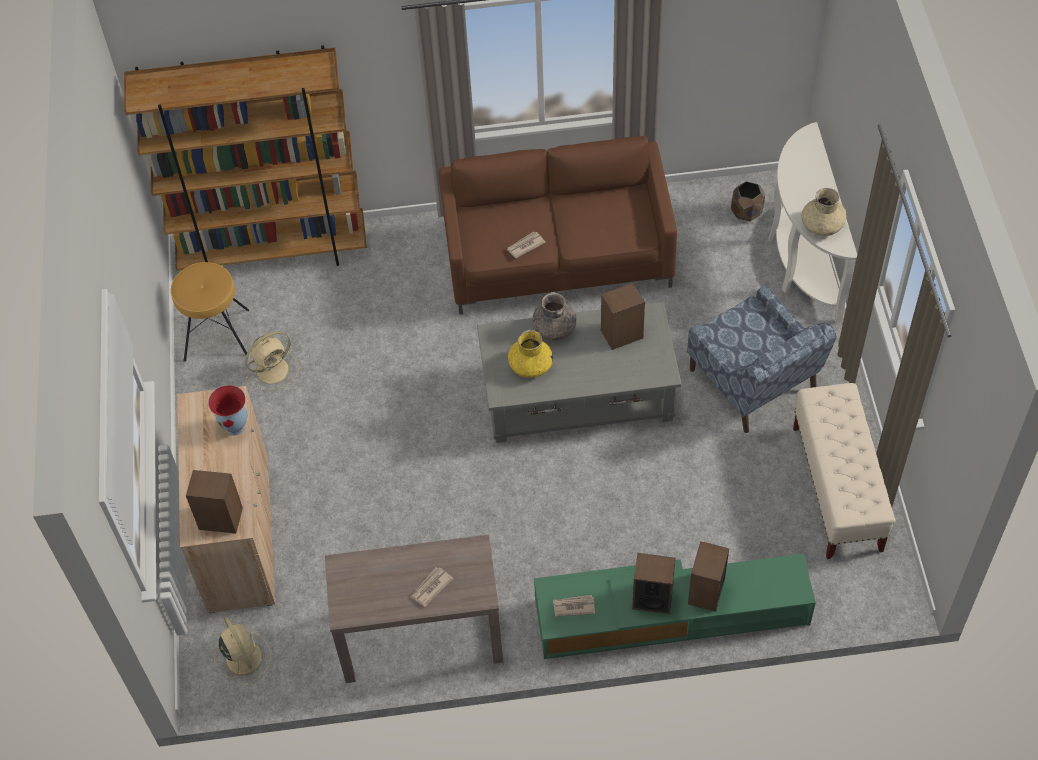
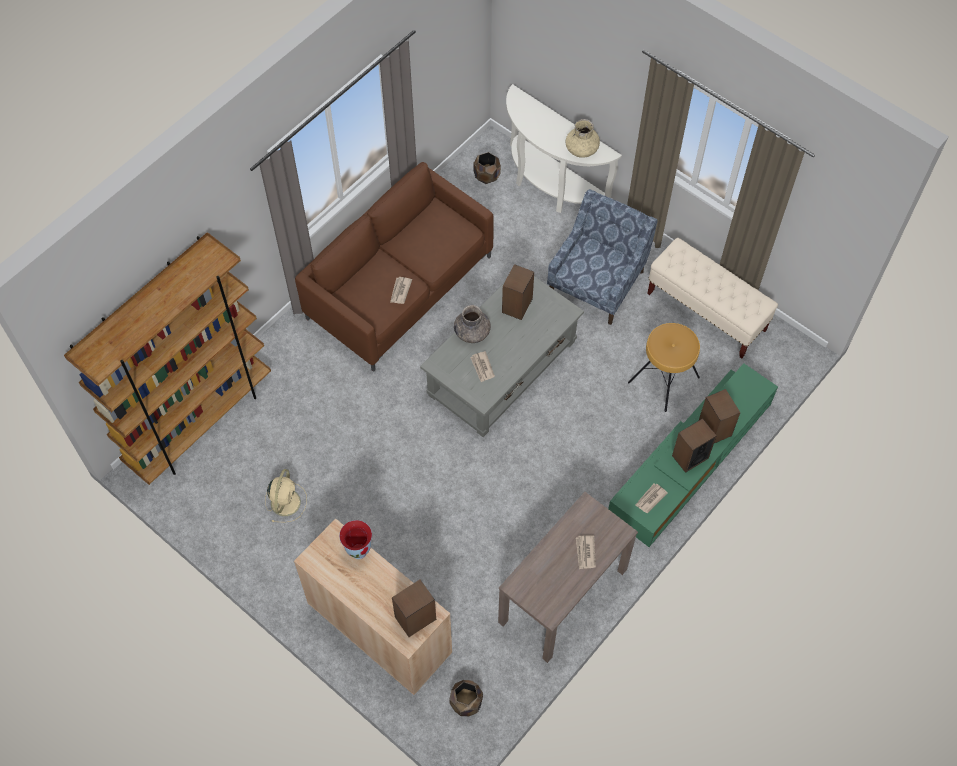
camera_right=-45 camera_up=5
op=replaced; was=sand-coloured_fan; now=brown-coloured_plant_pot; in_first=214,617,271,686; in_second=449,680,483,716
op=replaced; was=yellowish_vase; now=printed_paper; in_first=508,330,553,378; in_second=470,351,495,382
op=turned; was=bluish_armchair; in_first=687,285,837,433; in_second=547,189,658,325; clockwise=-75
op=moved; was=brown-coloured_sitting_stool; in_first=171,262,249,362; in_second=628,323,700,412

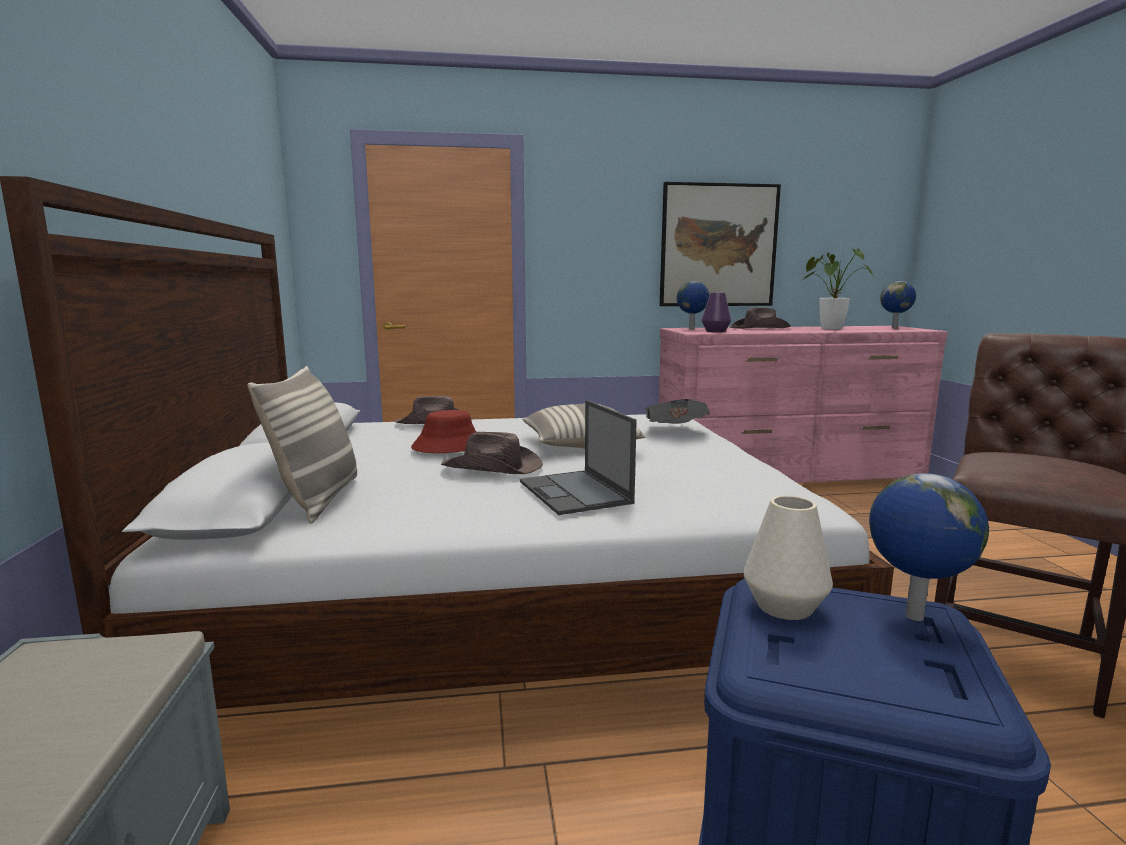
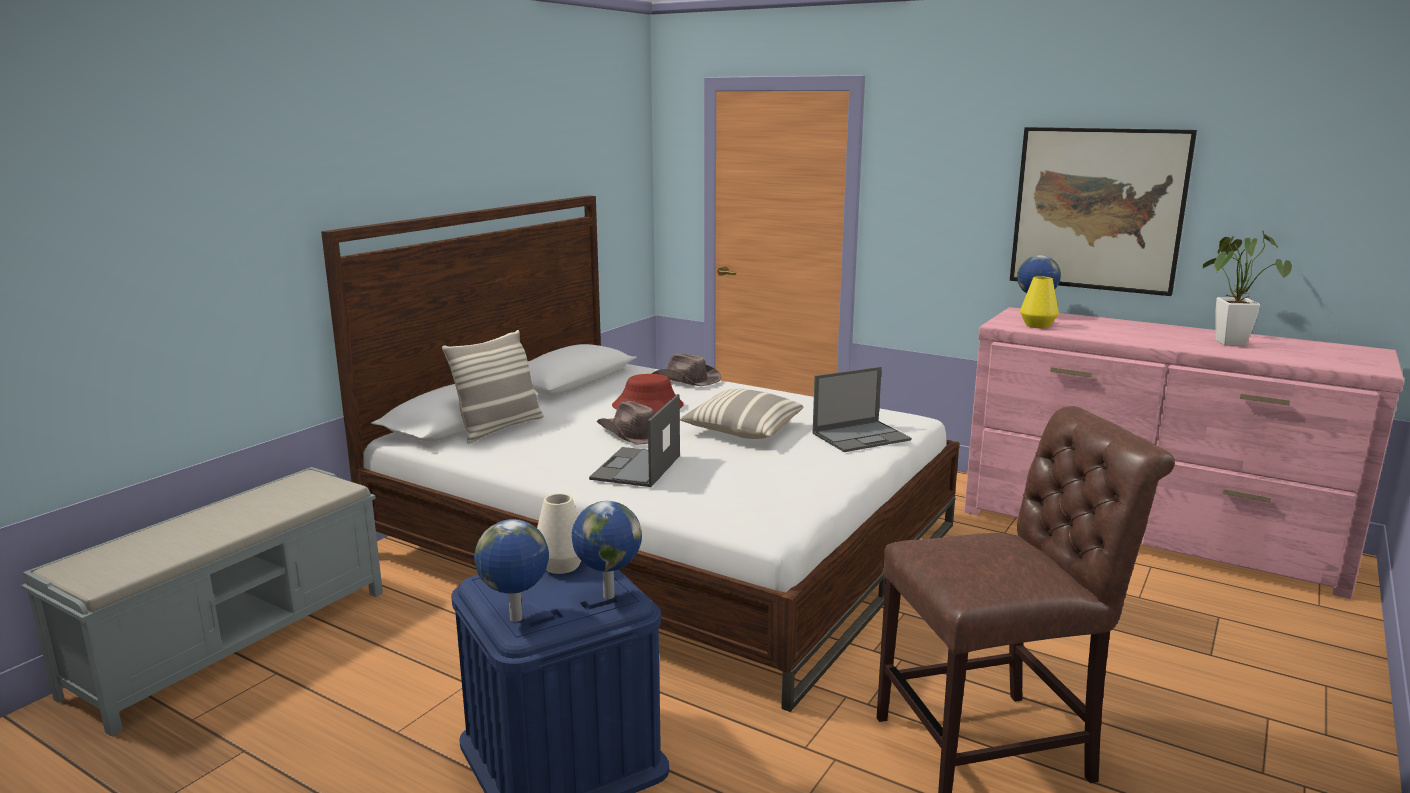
camera_right=40 camera_up=5
op=moved; was=desk_globe; in_first=880,281,916,329; in_second=474,519,549,622
op=replaced; was=printed_paper; now=laptop; in_first=645,399,710,424; in_second=812,367,912,452
op=recoloured; was=purple_vase; now=yellowish_vase; in_first=702,293,731,332; in_second=1020,276,1059,328
op=removed; was=brown-coloured_clothing_hat; in_first=730,307,790,329

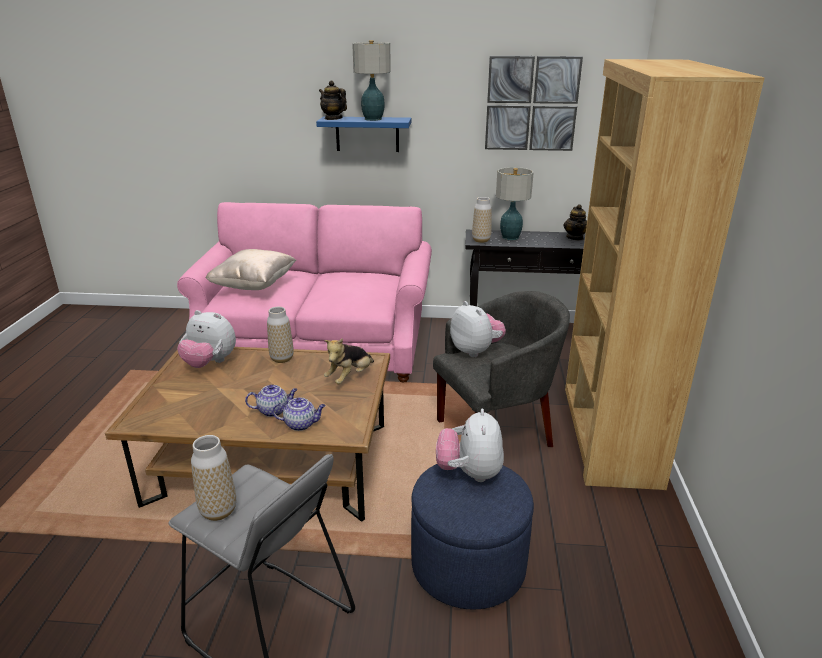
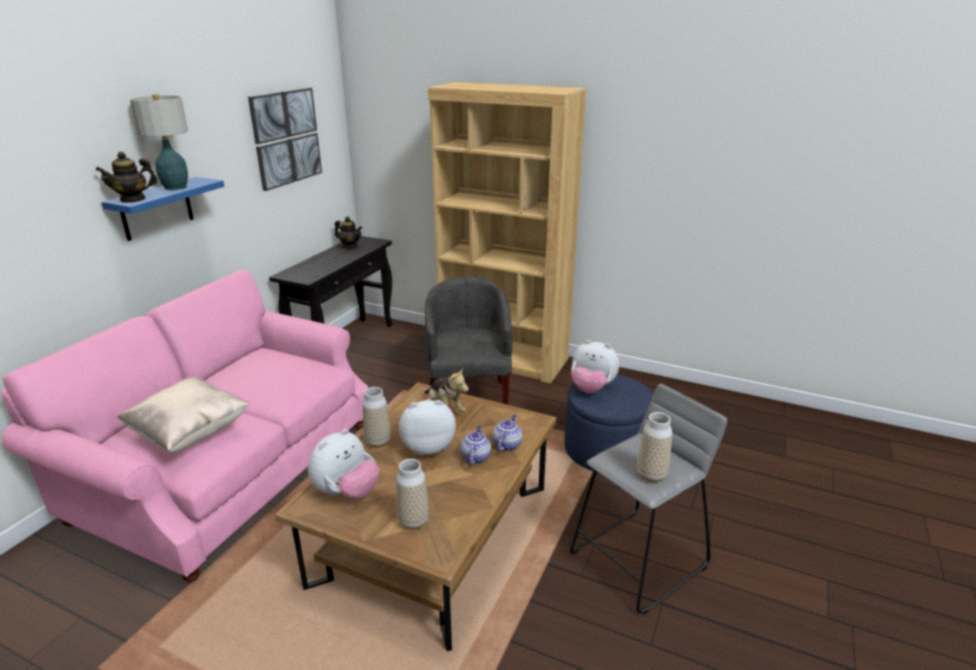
camera_right=-70 camera_up=0
op=moved; was=vase; in_first=472,197,492,243; in_second=396,459,429,530
op=moved; was=cuddly_toy; in_first=450,301,506,357; in_second=399,400,456,455
op=removed; was=tabletop_lamp; in_first=496,167,534,240

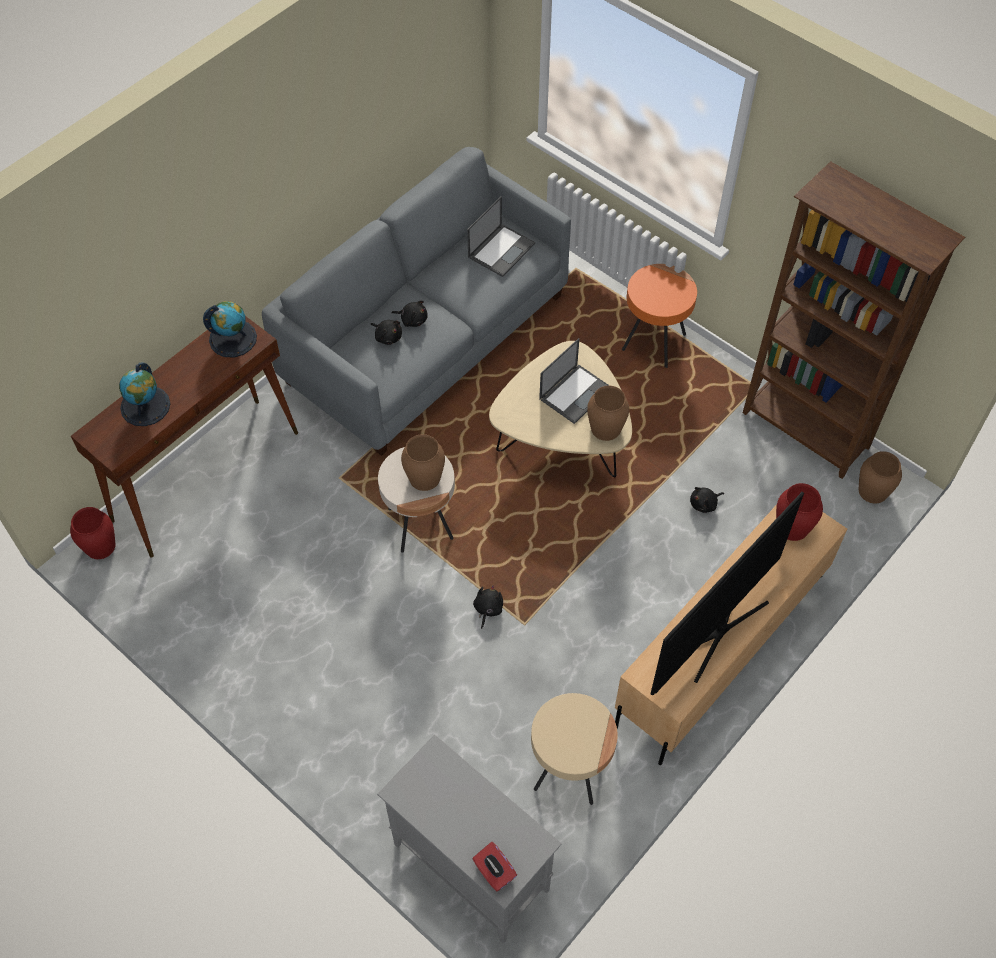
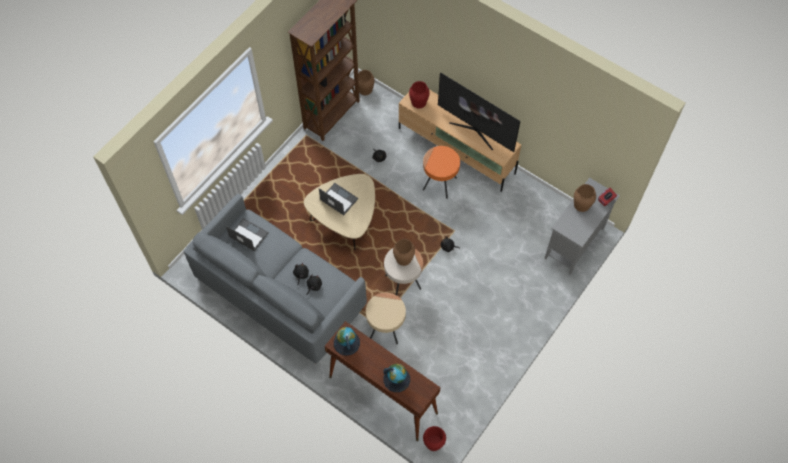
camera_right=-95 camera_up=5
op=moved; was=sand-coloured_side_table; in_first=531,693,618,805; in_second=366,293,406,344
op=moved; was=orangey_side_table; in_first=622,264,697,368; in_second=423,146,460,199
op=moved; was=brown-coloured_vase; in_first=587,386,629,441; in_second=574,184,596,212

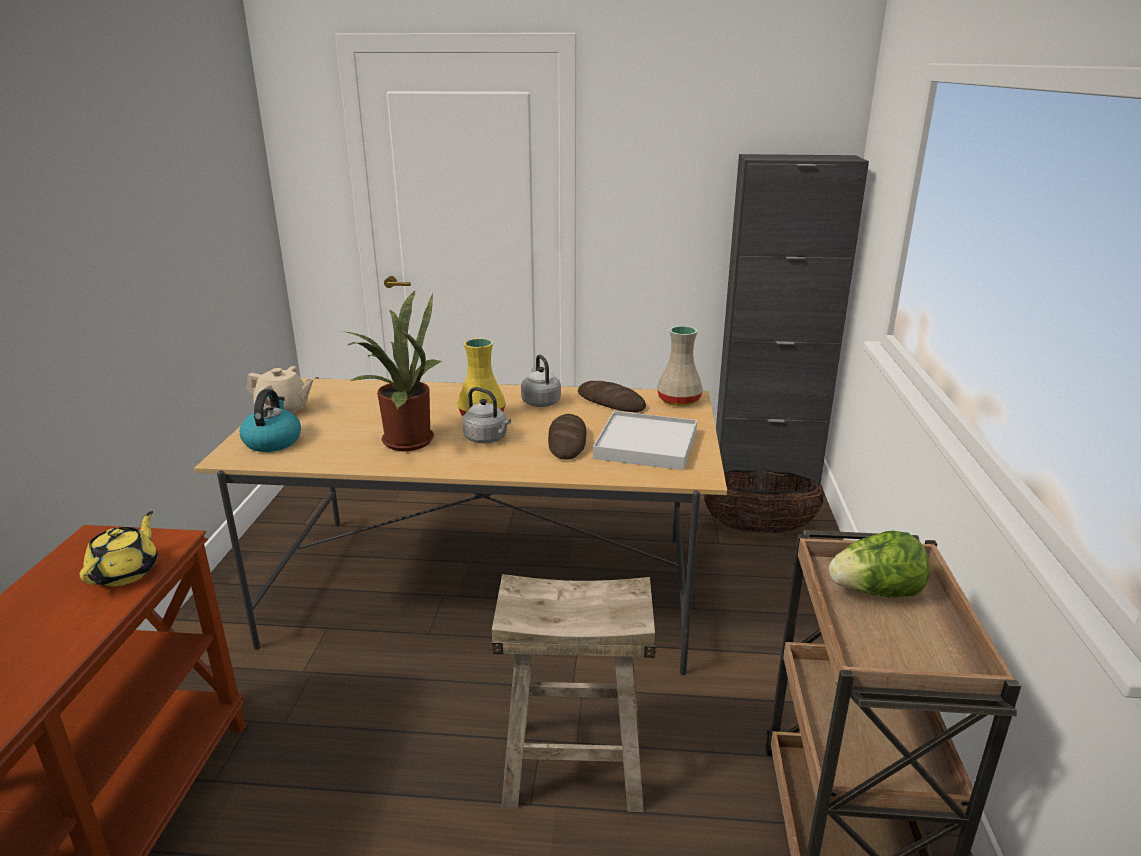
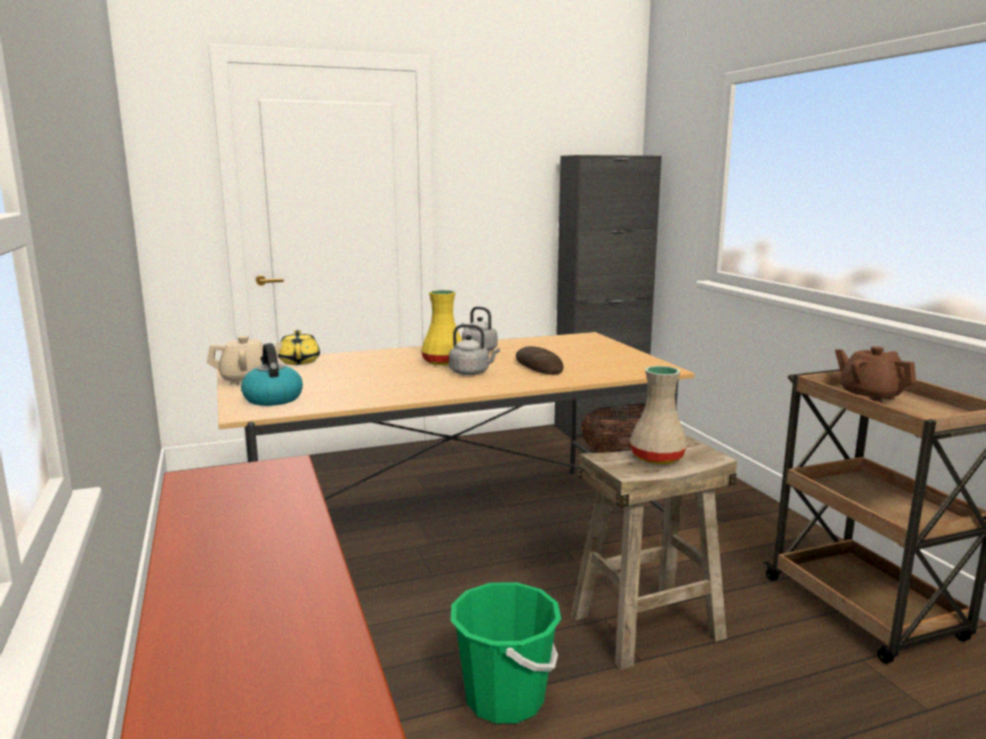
camera_right=-25 camera_up=-10
op=moved; was=yellowish_pot_for_tea; in_first=79,511,158,586; in_second=278,330,320,365
op=added; now=green-coloured_pail; in_second=451,582,561,724
op=moved; was=sand-coloured_vase; in_first=657,326,703,406; in_second=630,366,687,464
op=replaced; was=lettuce; now=brown-coloured_pot_for_tea; in_first=829,531,930,598; in_second=835,346,916,403
op=removed; was=houseplant; in_first=343,290,442,451
op=removed; was=bakery_bread; in_first=578,381,646,412
op=removed; was=whitish_carrying_tray; in_first=593,411,697,470

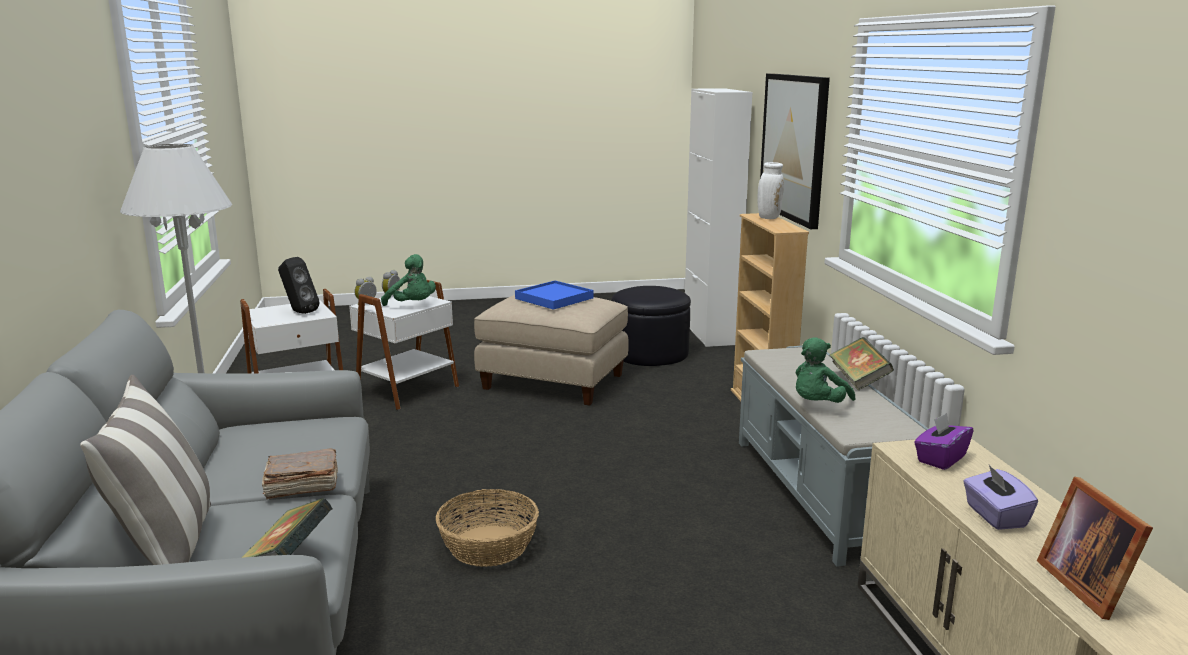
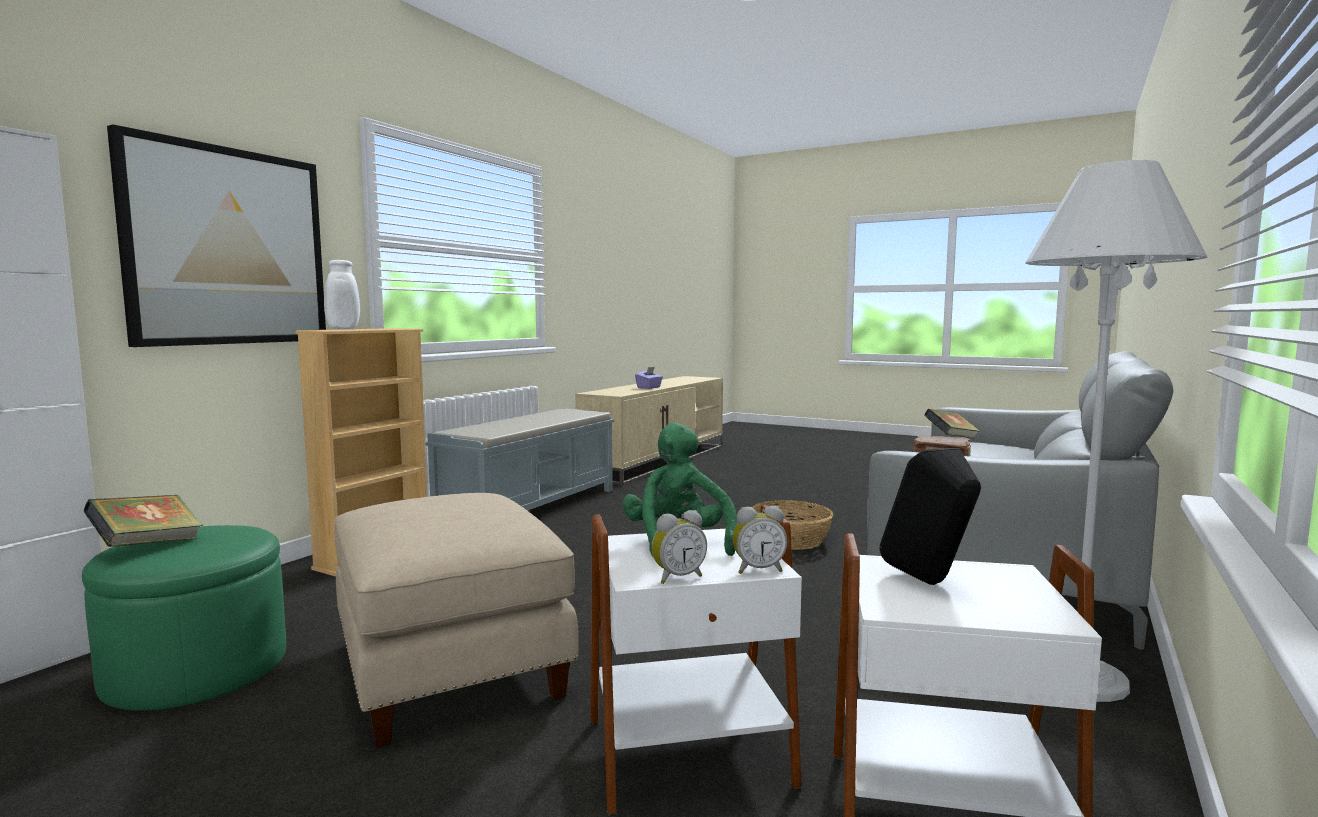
camera_right=-140 camera_up=-10
op=recoloured; was=black_footrest; now=green-coloured_footrest; in_first=612,286,691,366; in_second=82,525,286,711
op=moved; was=volume; in_first=830,337,894,391; in_second=84,495,203,547
op=removed; was=cushion; in_first=80,374,211,565
op=removed; was=bluish_carrying_tray; in_first=515,281,593,310
op=removed; was=green-coloured_cuddly_toy; in_first=795,337,855,403
op=removed; was=purple_tissue_holder; in_first=914,413,974,470
op=removed; was=picture_frame; in_first=1037,476,1153,620

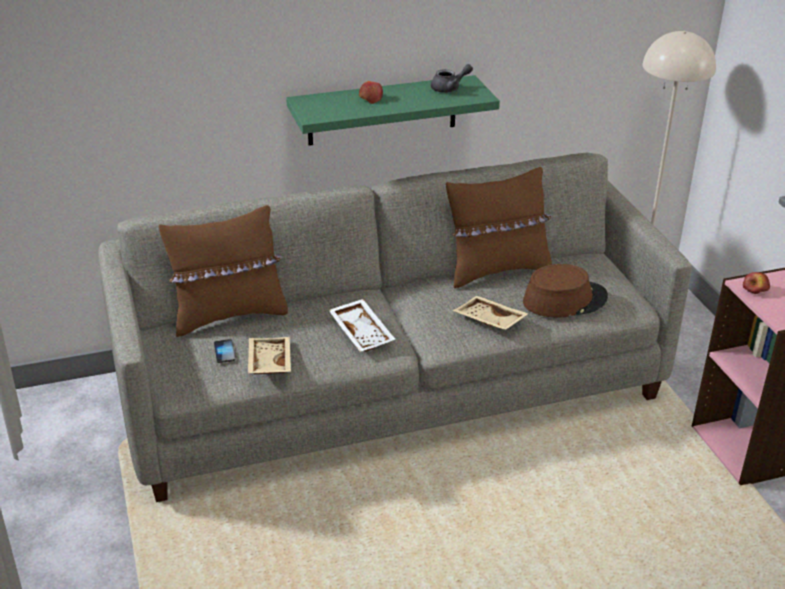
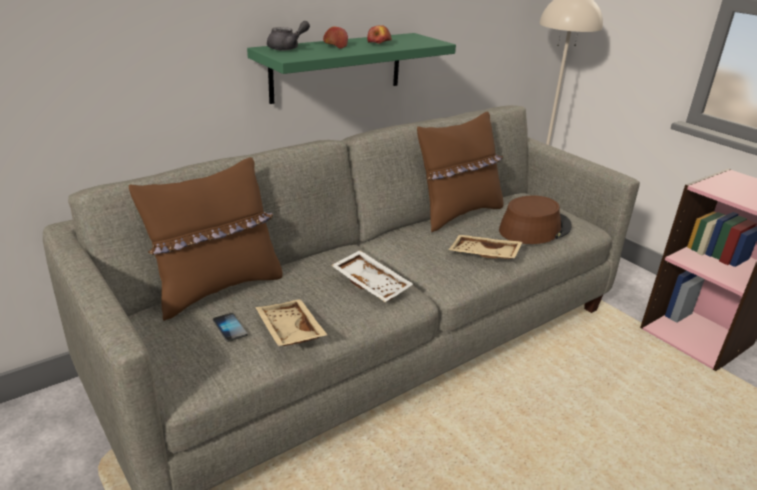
camera_right=-20 camera_up=-5
op=moved; was=grey_pot_for_tea; in_first=431,64,473,93; in_second=267,21,310,51
op=moved; was=apple_fruit; in_first=743,272,770,294; in_second=367,25,392,44

